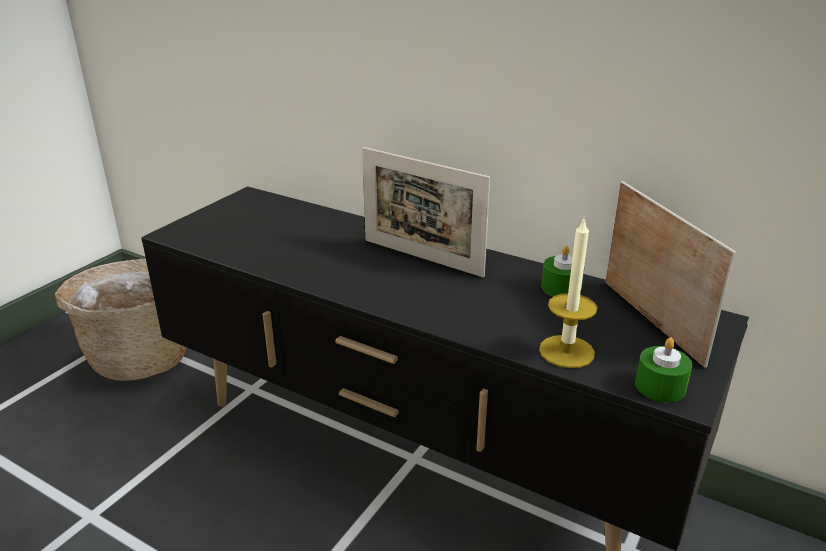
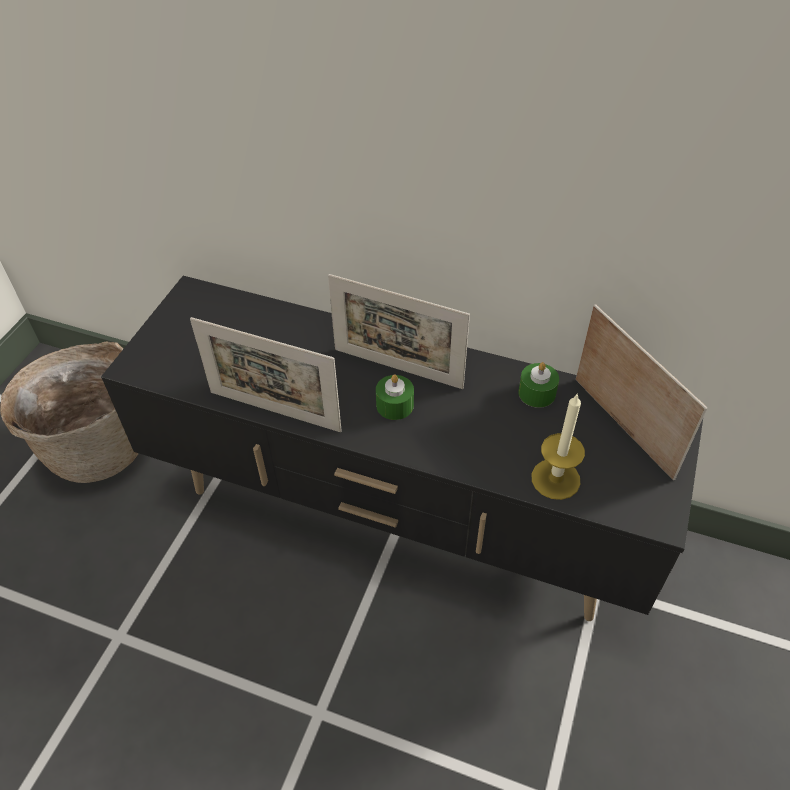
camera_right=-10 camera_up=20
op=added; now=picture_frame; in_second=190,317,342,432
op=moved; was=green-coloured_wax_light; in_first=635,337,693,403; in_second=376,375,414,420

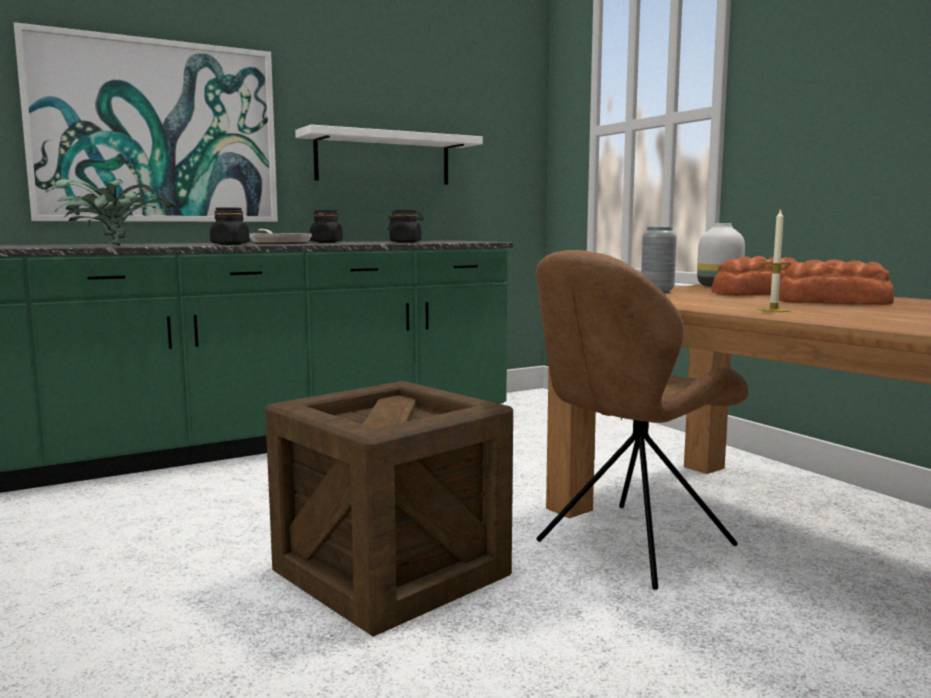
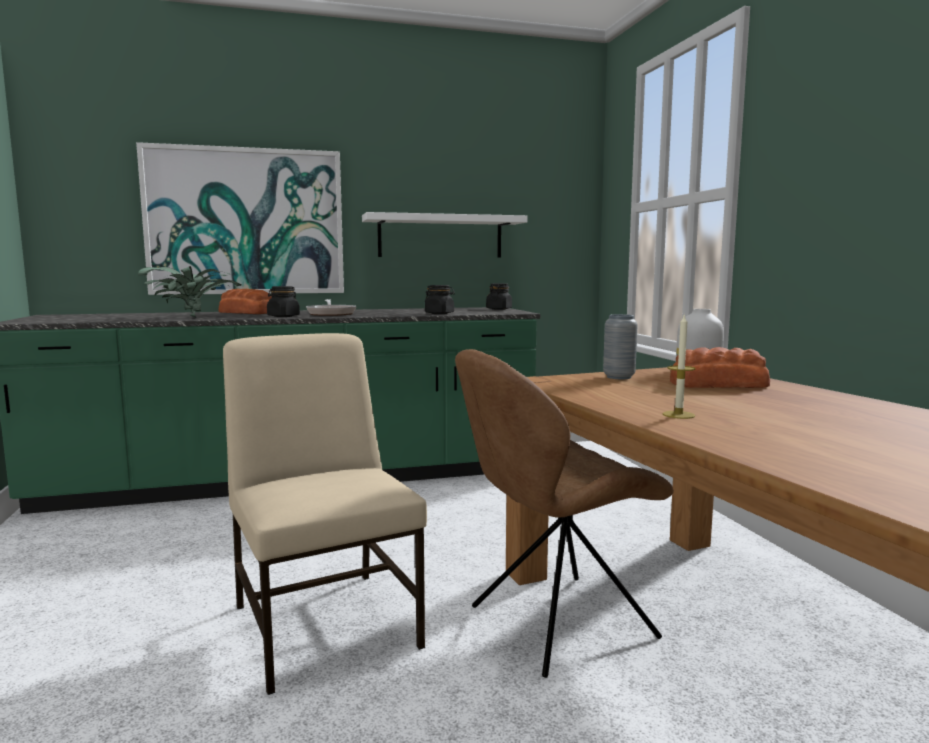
camera_right=15 camera_up=0
op=moved; was=bakery_bread; in_first=779,259,894,305; in_second=218,289,272,314
op=replaced; was=packing_crate; now=sand-coloured_chair; in_first=265,381,513,637; in_second=223,333,427,695
op=moved; was=black_storage_jar; in_first=310,210,343,243; in_second=486,283,512,310

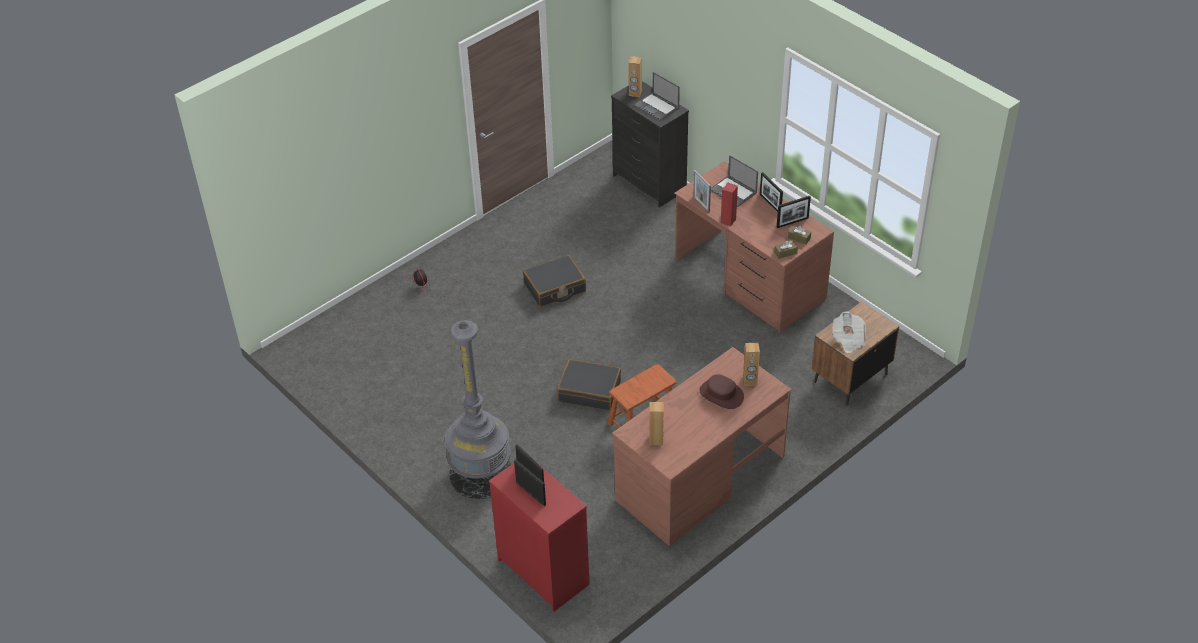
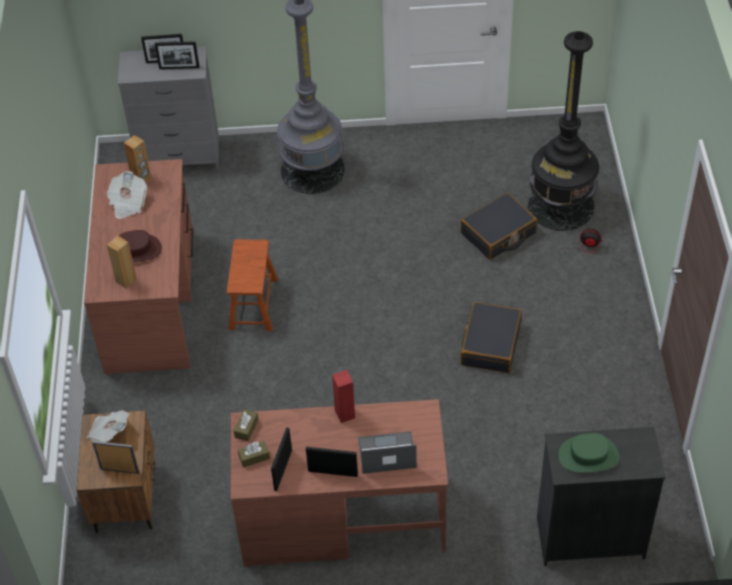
camera_right=130 camera_up=5
op=moved; was=picture_frame; in_first=693,170,711,213; in_second=92,441,139,474
op=added; now=printed_paper; in_second=107,171,147,219
op=recoloured; was=red-coloured_dresser; now=grey_dresser; in_first=489,463,590,612; in_second=118,46,219,169
op=moved; was=black_piece_of_luggage; in_first=557,359,621,410; in_second=461,193,537,260
op=added; now=black_standing_lamp; in_second=528,31,599,231
op=replaced; was=laptop; now=green-coloured_clothing_hat; in_first=634,72,680,121; in_second=558,433,619,473
op=removed; was=brown-coloured_audio_speaker; in_first=628,56,642,97

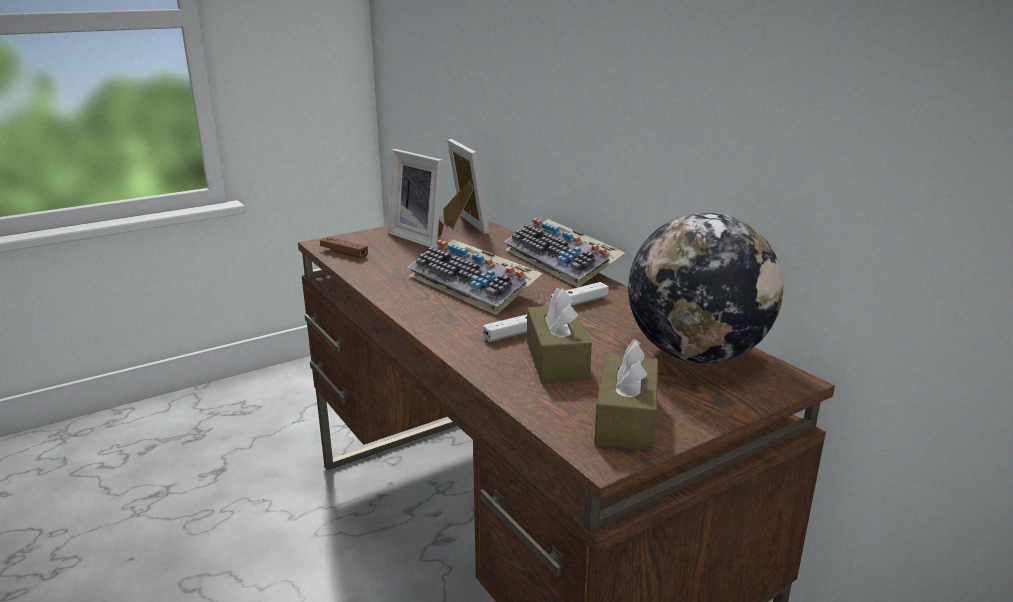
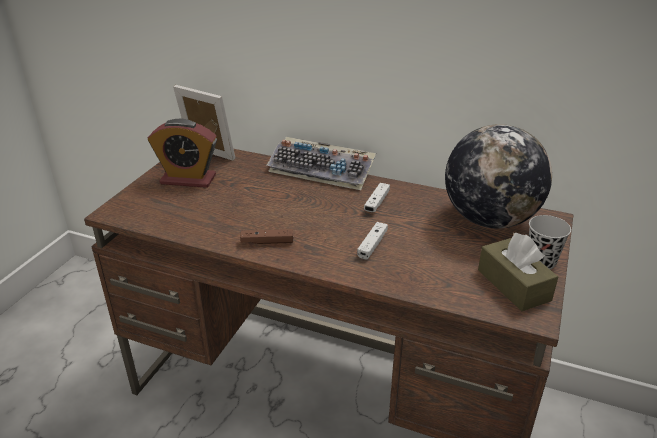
camera_right=-35 camera_up=10
op=replaced; was=picture_frame; now=alarm_clock; in_first=387,149,444,247; in_second=148,118,217,188
op=moved; was=brown-coloured_gamepad; in_first=320,237,368,259; in_second=240,229,293,244
op=added; now=black_drinking_cup; in_second=529,215,571,270
op=removed; was=computer_keyboard; in_first=408,239,543,315
op=removed; was=brown-coloured_tissue_holder; in_first=527,288,592,382

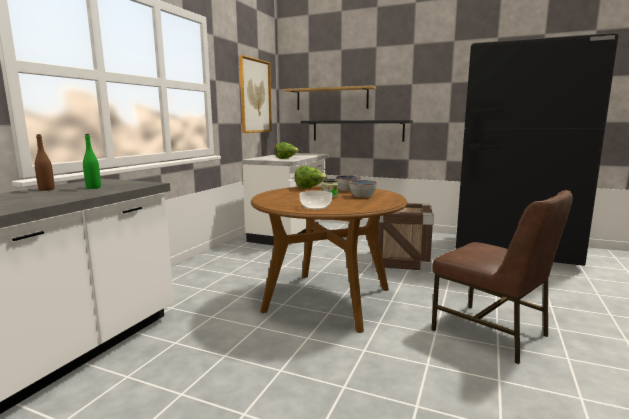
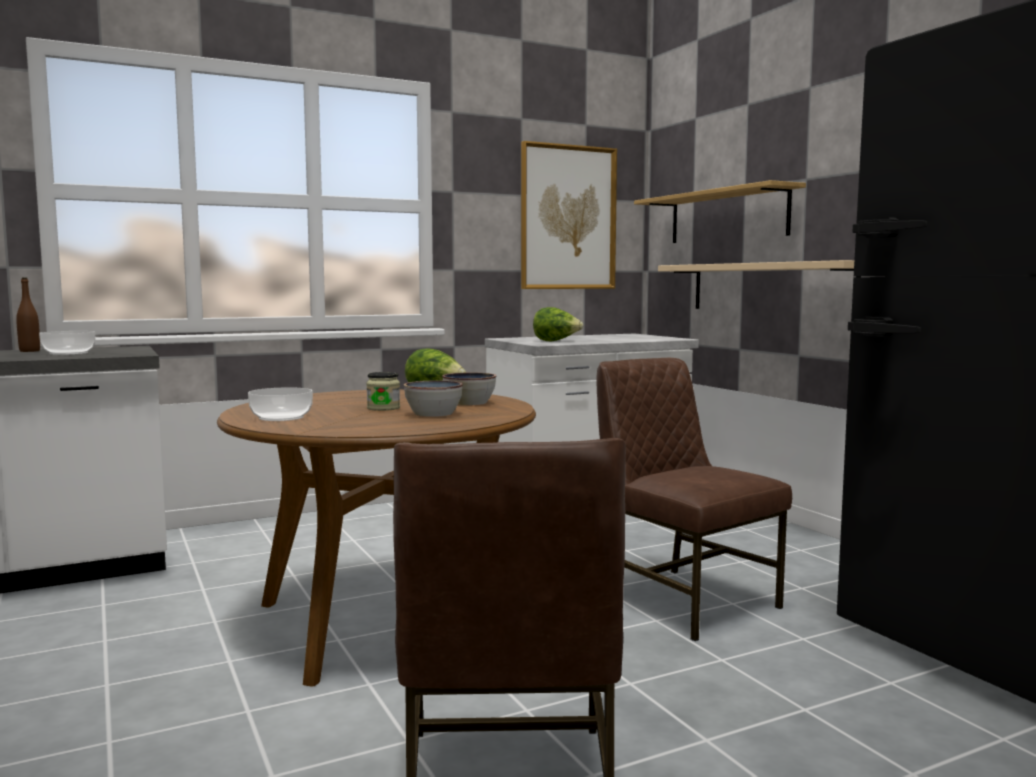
camera_right=40 camera_up=-5
op=replaced; was=green-coloured_drink_bottle; now=serving_bowl; in_first=83,134,101,189; in_second=39,331,95,355
op=replaced; was=packing_crate; now=brown-coloured_chair; in_first=372,203,434,272; in_second=596,358,792,641
op=recoloured; was=black_bracket_shelf; now=sand-coloured_bracket_shelf; in_first=301,120,413,142; in_second=658,260,857,309

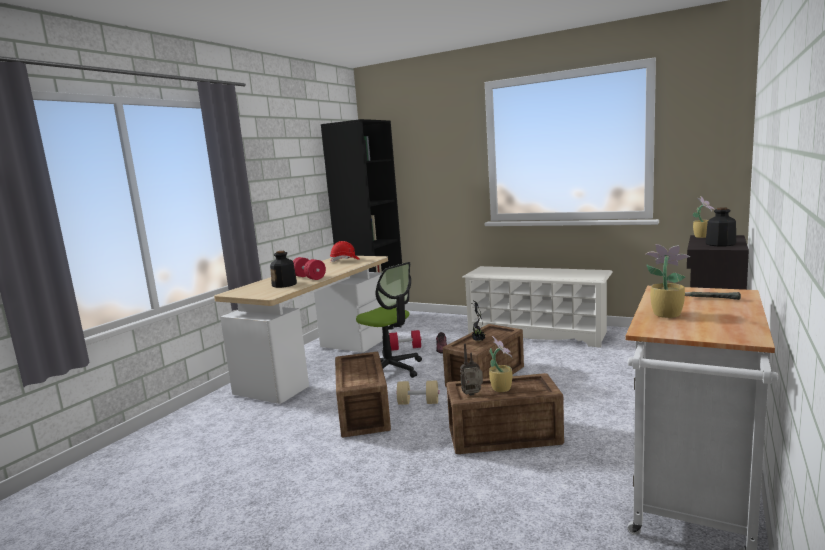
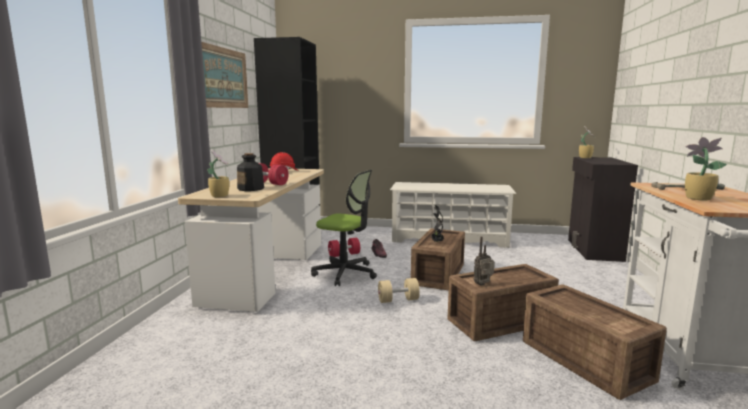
camera_right=-20 camera_up=0
op=added; now=wall_art; in_second=201,42,248,108
op=moved; was=houseplant; in_first=489,336,512,392; in_second=207,149,229,197
op=moved; was=packing_crate; in_first=335,352,391,437; in_second=523,284,667,400
op=removed; was=drink_bottle; in_first=706,207,736,246

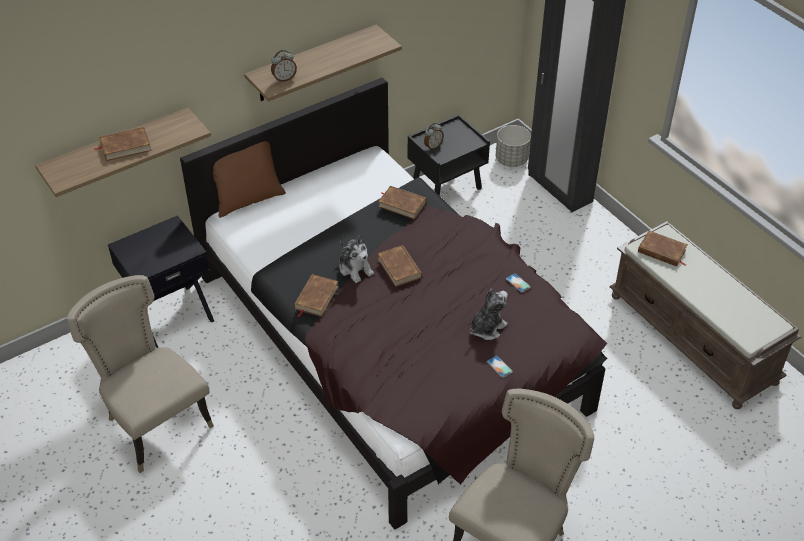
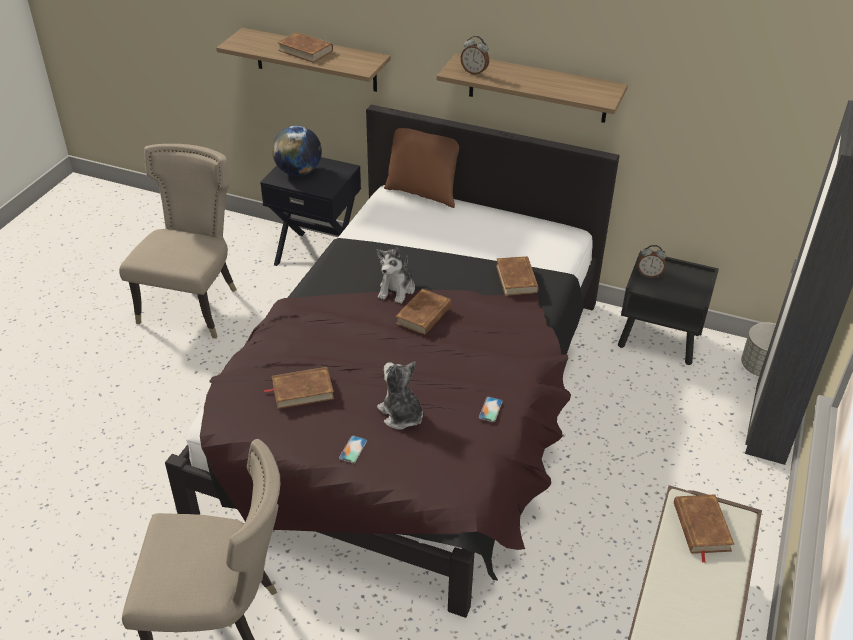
camera_right=55 camera_up=-5
op=moved; was=brown-coloured_volume; in_first=294,274,339,317; in_second=264,367,334,409
op=added; now=desk_globe; in_second=272,126,322,176
op=turned; was=cuddly_toy; in_first=470,288,508,340; in_second=377,361,423,429; clockwise=-135

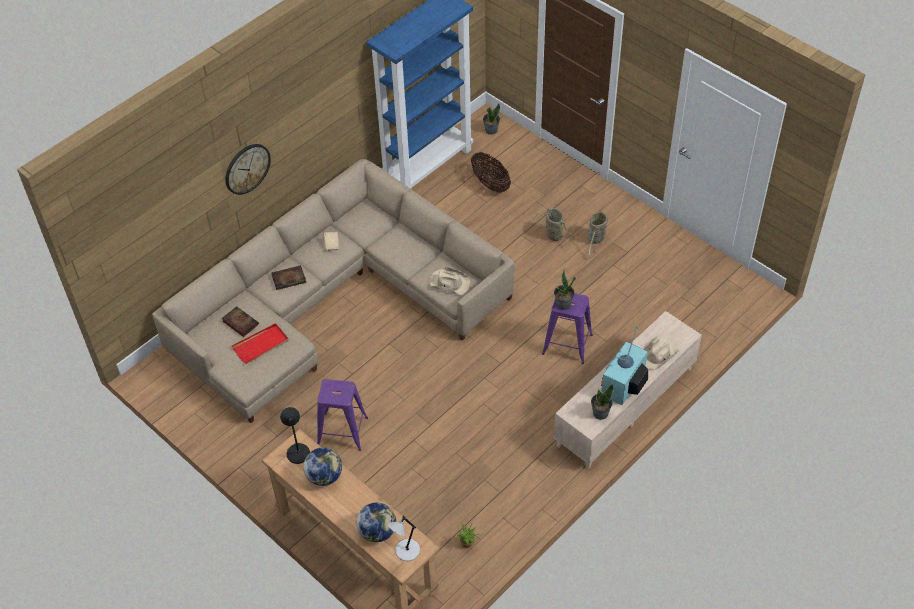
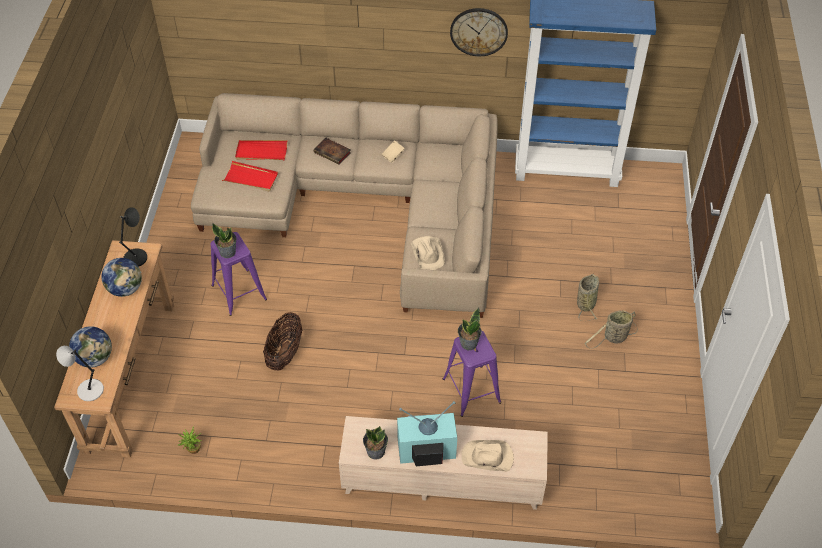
camera_right=50 camera_up=0
op=moved; was=houseplant; in_first=483,103,500,135; in_second=212,223,236,258
op=replaced; was=volume; now=red-coloured_carrying_tray; in_first=222,306,259,337; in_second=235,140,287,160
op=moved; was=basket; in_first=471,152,511,193; in_second=263,312,303,371
op=moved; was=wall_clock; in_first=225,144,271,195; in_second=450,8,508,56

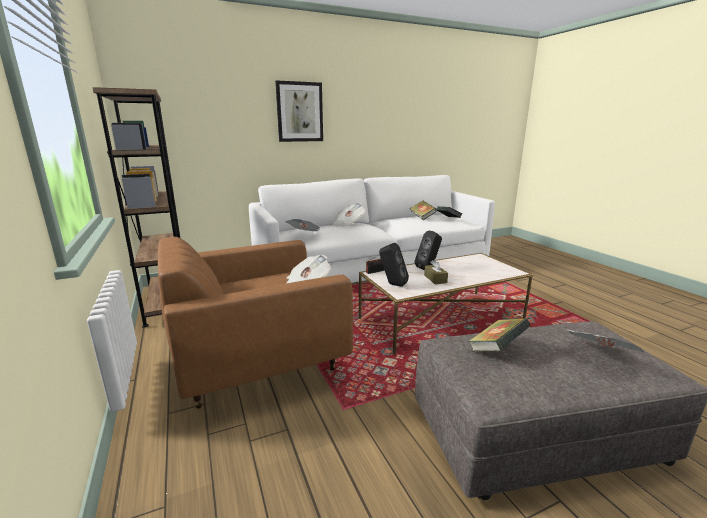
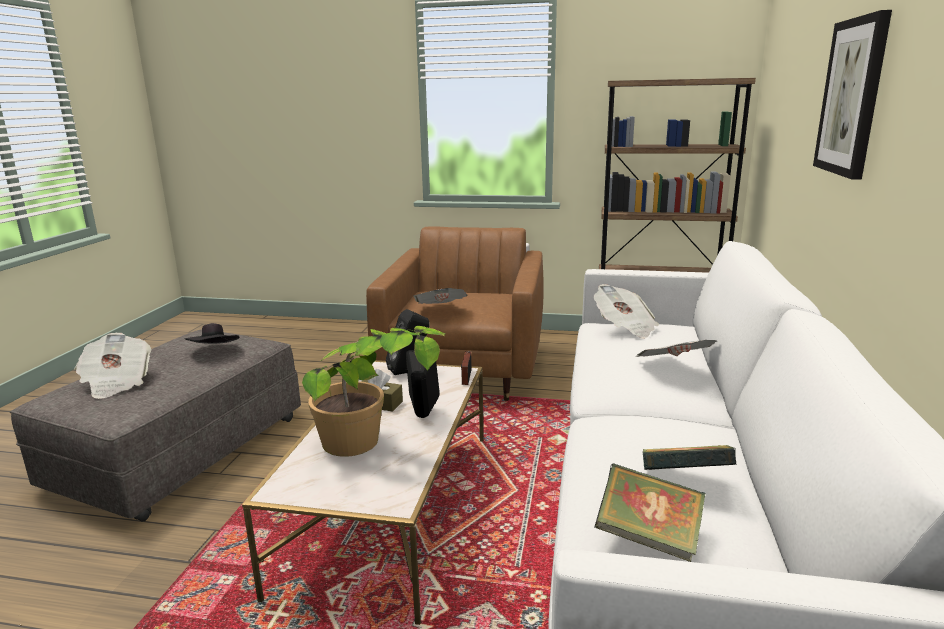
camera_right=125 camera_up=0
op=replaced; was=volume; now=black_clothing_hat; in_first=468,318,531,352; in_second=184,323,240,344
op=added; now=houseplant; in_second=302,326,446,457

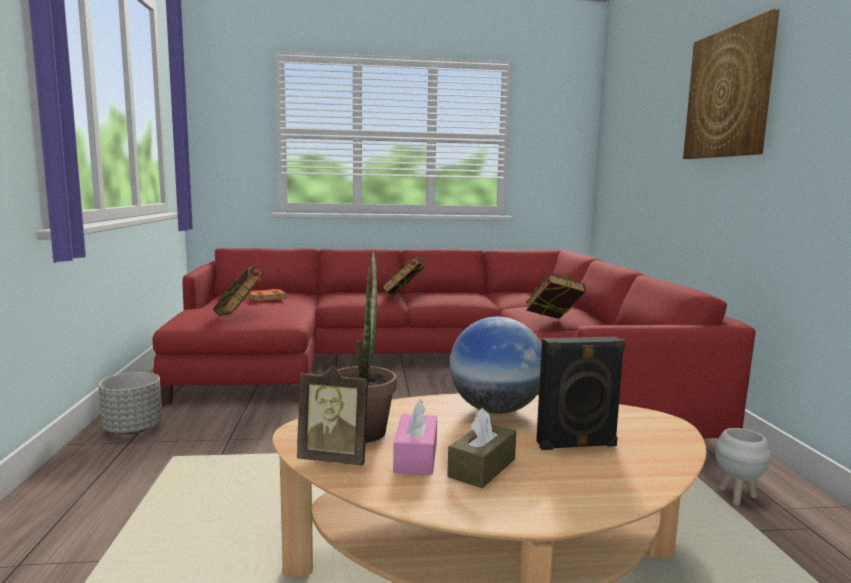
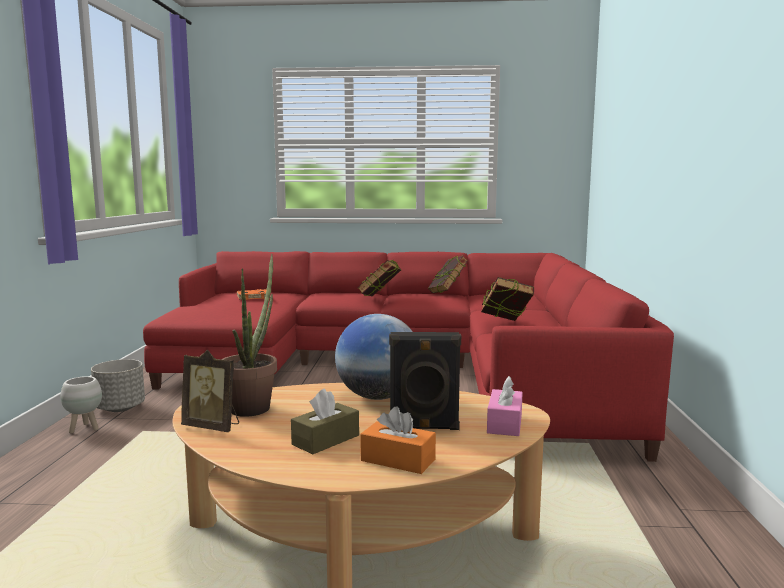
camera_right=10 camera_up=0
op=moved; was=whitish_plant_pot; in_first=715,428,770,505; in_second=61,376,102,434
op=added; now=orangey_tissue_holder; in_second=360,406,436,474
op=moved; was=volume; in_first=212,266,264,316; in_second=428,255,468,293
op=moved; was=pink_tissue_holder; in_first=393,399,437,475; in_second=487,376,523,436
op=removed; was=wall_art; in_first=683,9,780,159

